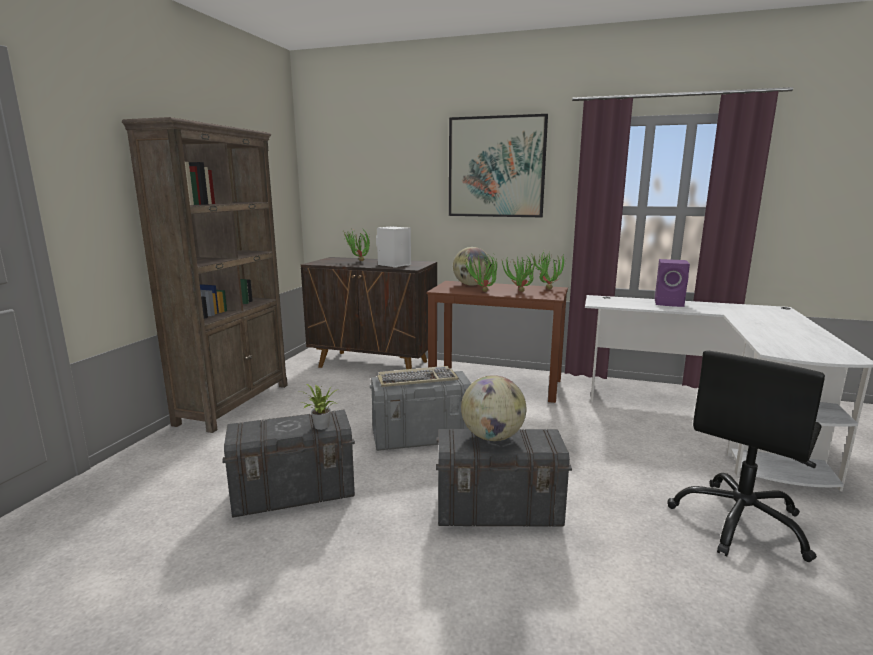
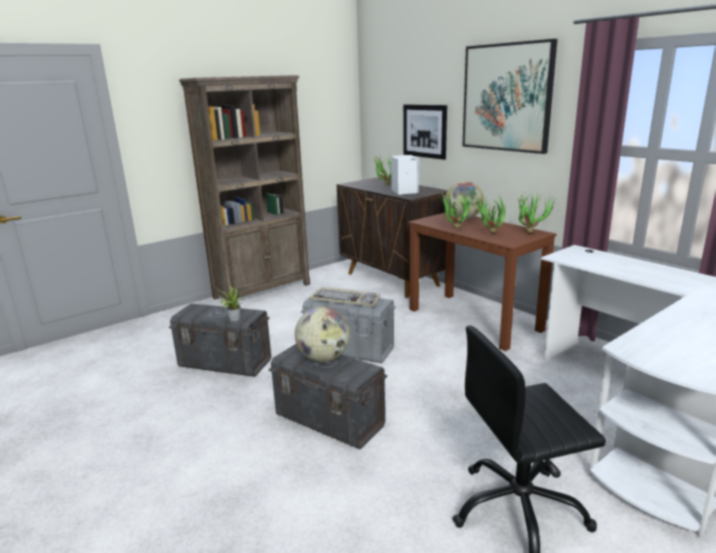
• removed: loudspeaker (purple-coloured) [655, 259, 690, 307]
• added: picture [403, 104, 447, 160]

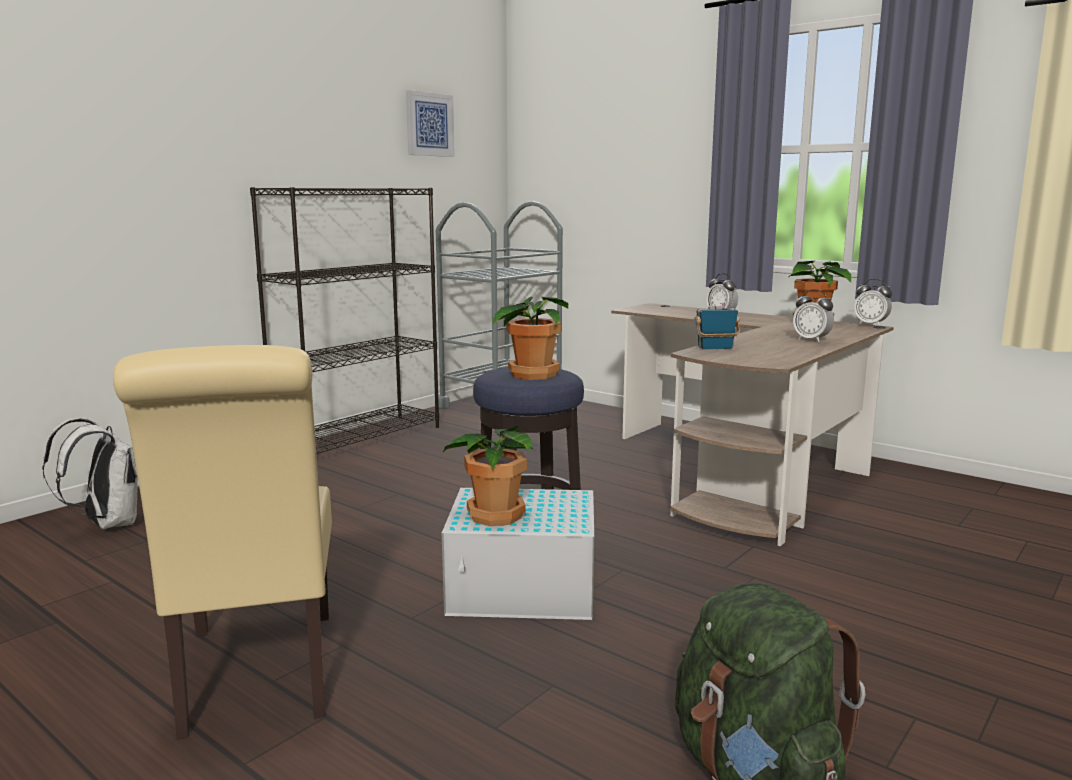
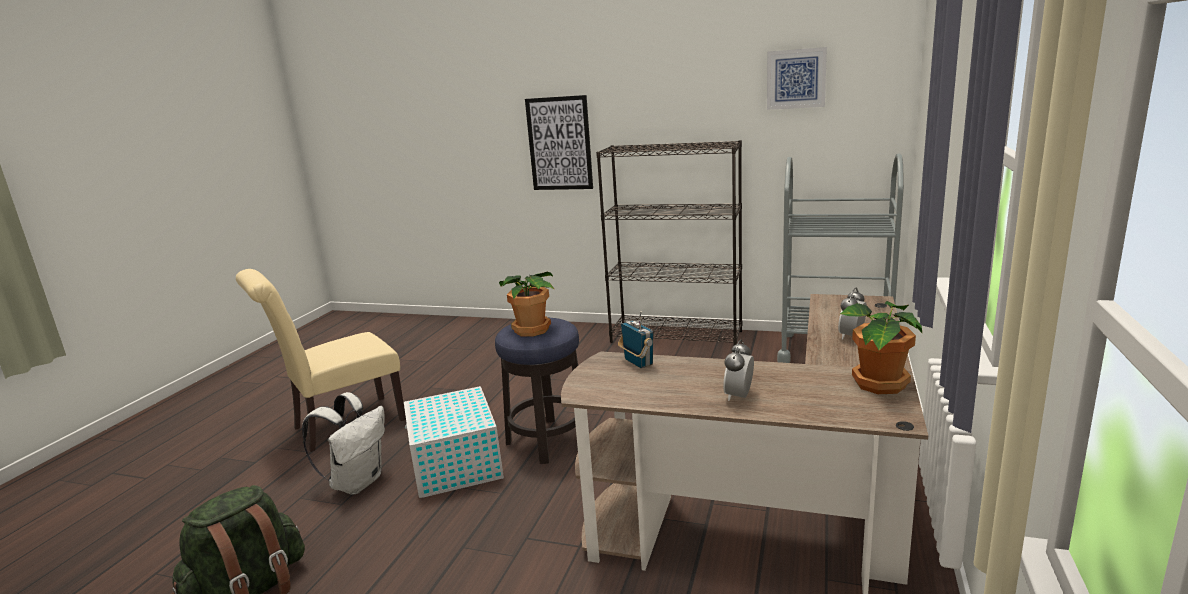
• moved: knapsack (white) [42, 418, 138, 529] to [302, 392, 385, 495]
• removed: plant in a pot [443, 425, 534, 526]
• removed: alarm clock [854, 279, 892, 326]
• added: picture [525, 95, 593, 190]

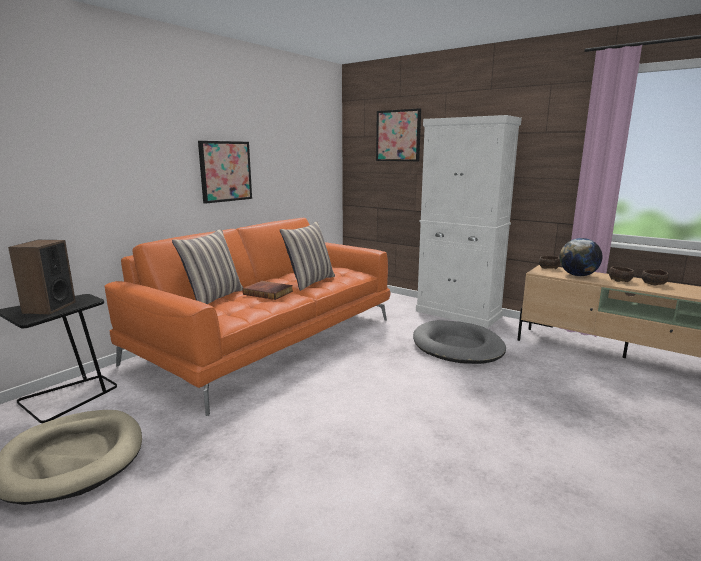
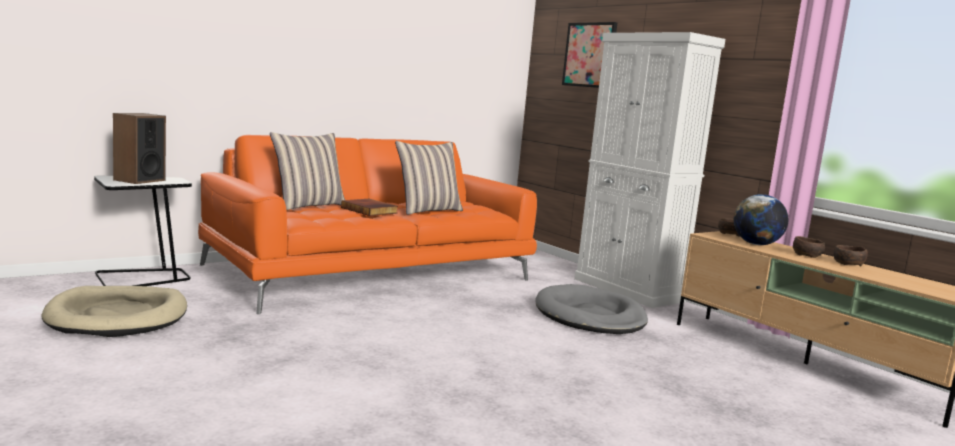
• removed: picture [198, 141, 252, 204]

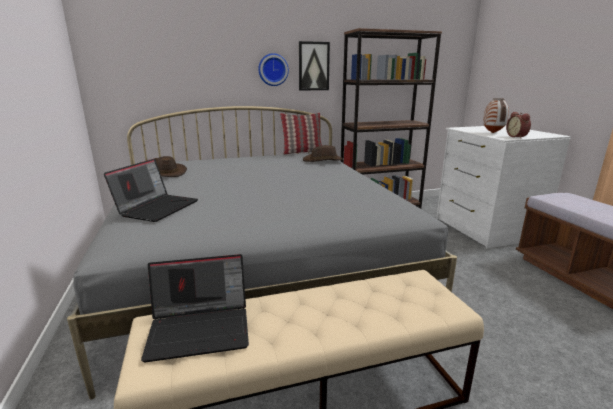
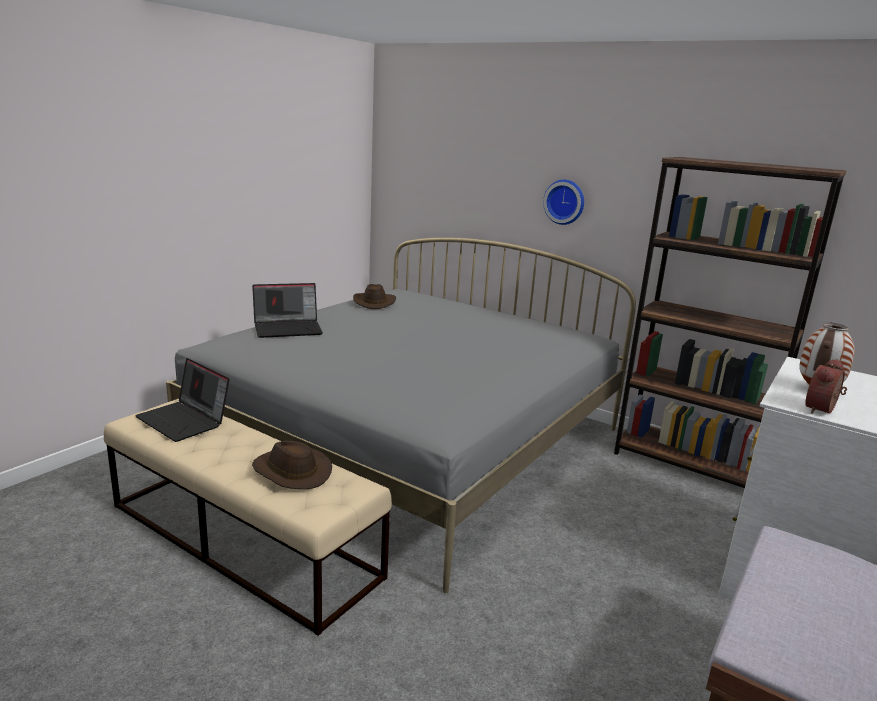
• removed: cushion [280, 113, 322, 155]
• removed: picture [299, 41, 330, 91]
• moved: hat (brown-coloured) [303, 145, 344, 162] to [252, 441, 332, 489]

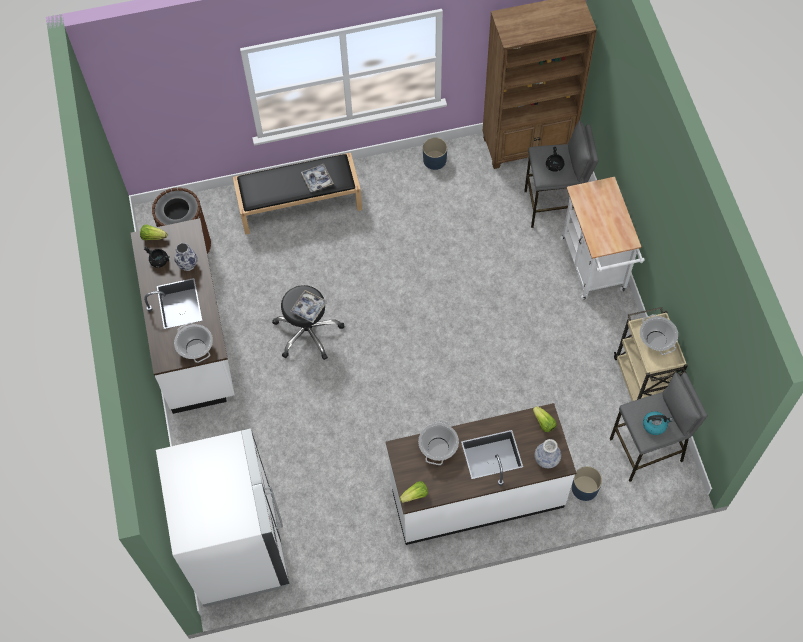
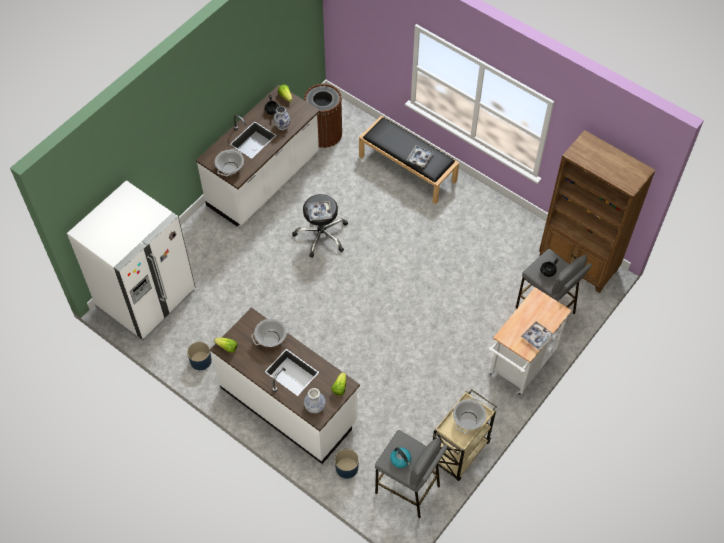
• moved: planter (blue) [423, 137, 447, 170] to [187, 342, 212, 370]
• added: serving tray [521, 321, 554, 350]

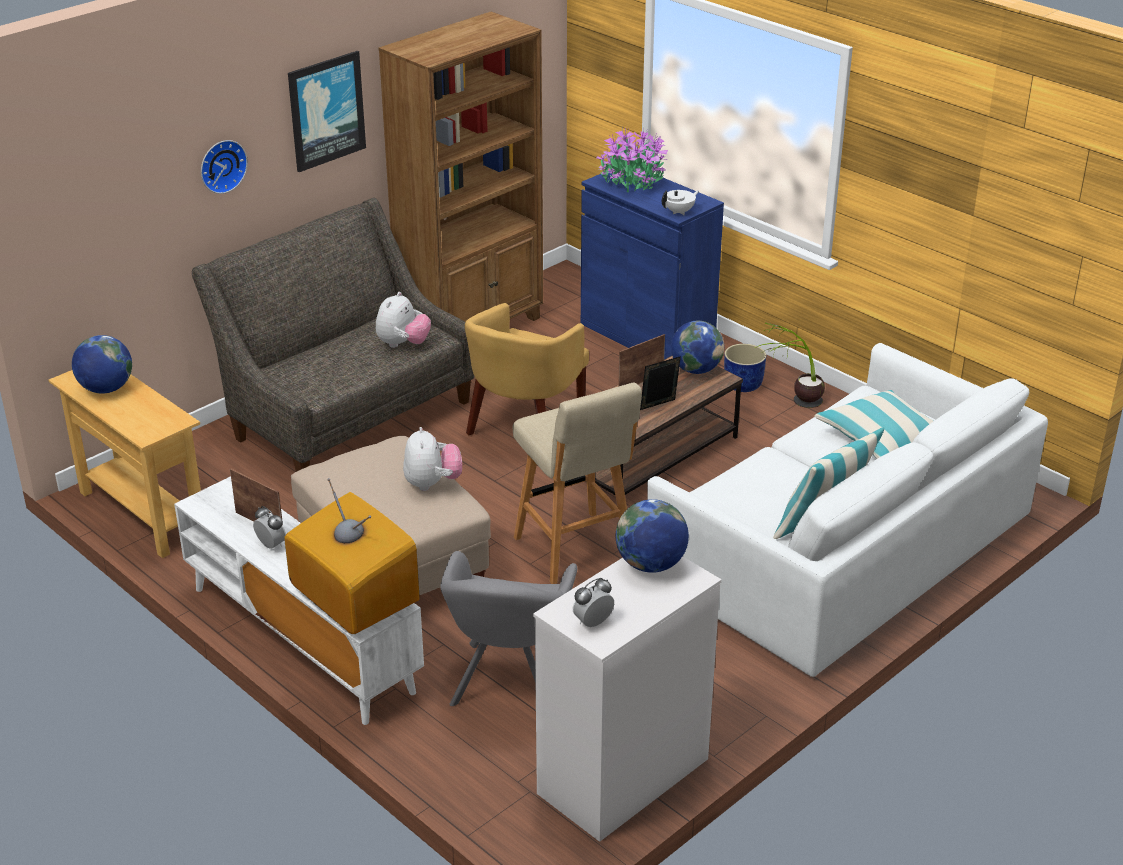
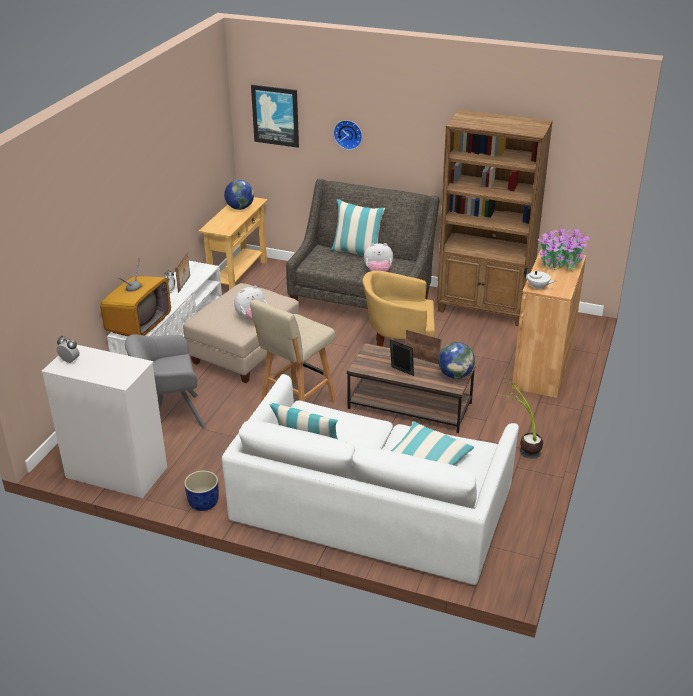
• moved: picture [288, 51, 366, 172] to [251, 85, 299, 148]
• recoloured: cupboard (blue) [581, 171, 724, 359] to cupboard (brown-coloured) [512, 248, 586, 398]
• removed: desk globe [616, 499, 689, 573]
• moved: planter (blue) [724, 344, 766, 392] to [184, 470, 219, 511]
• added: cushion [331, 199, 385, 256]

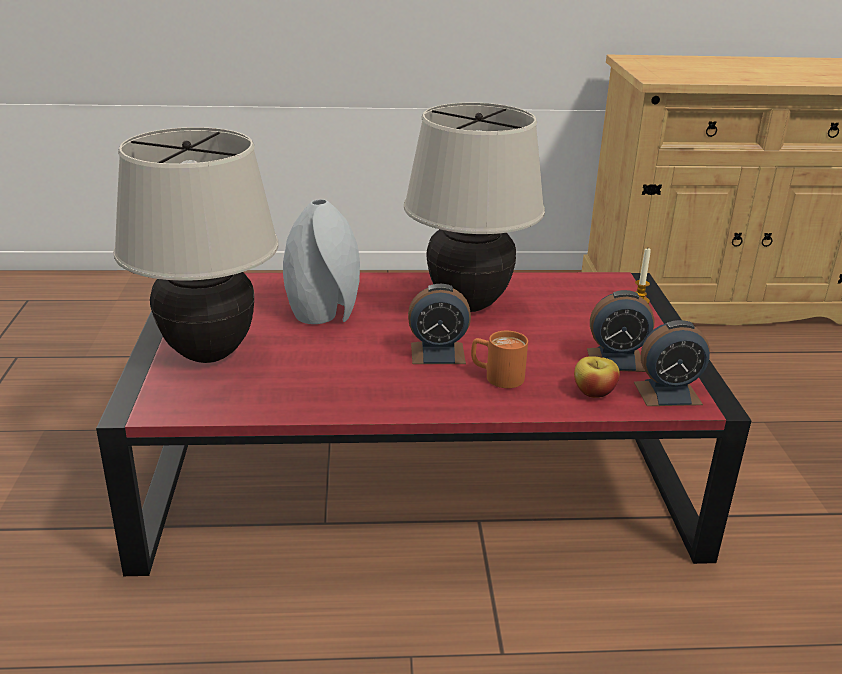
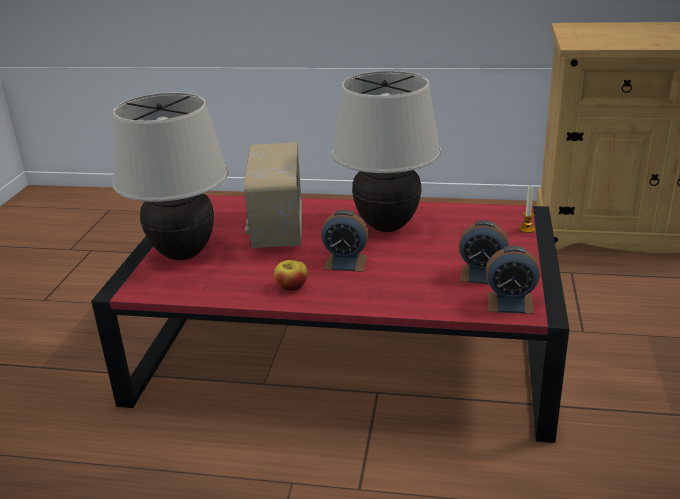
• replaced: vase (greyish) [283, 199, 360, 324] to radio receiver [244, 142, 302, 248]
• removed: mug (orange-coloured) [471, 331, 528, 388]
• moved: apple fruit [574, 356, 620, 398] to [274, 260, 308, 291]

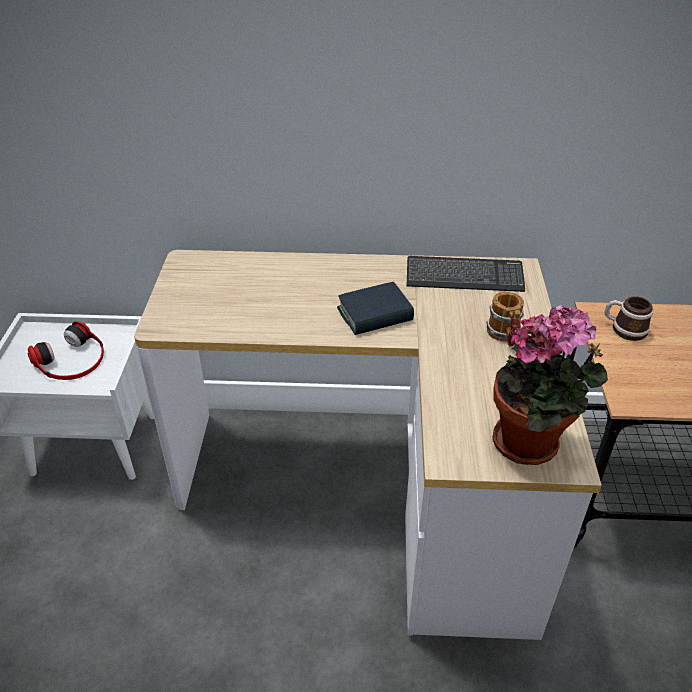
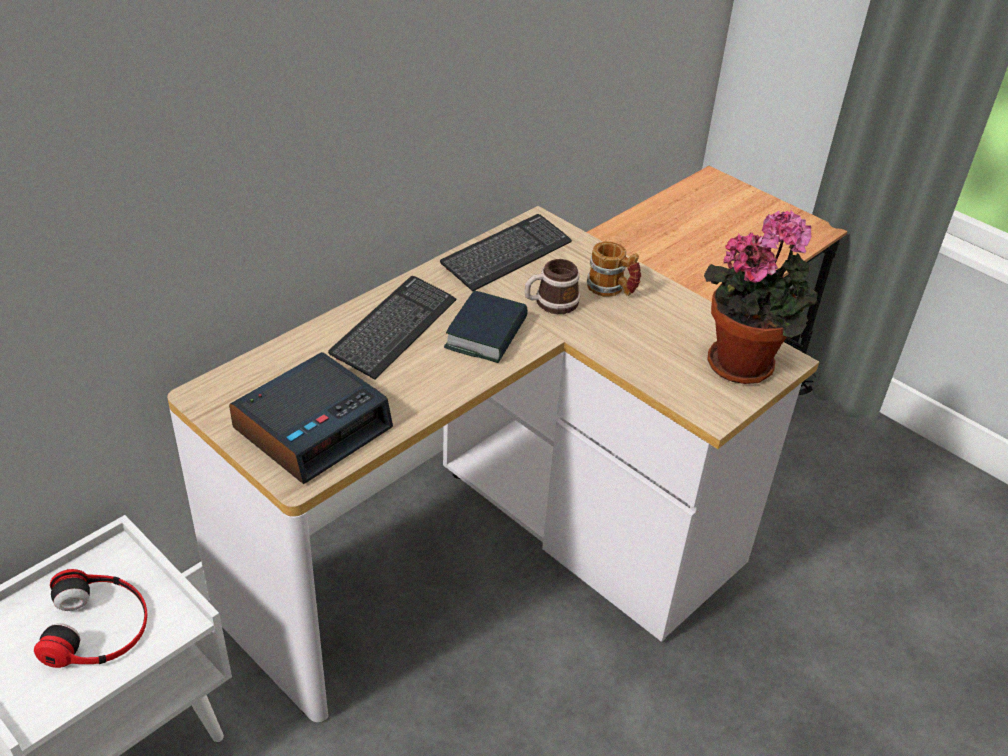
• moved: mug [605, 296, 653, 341] to [524, 259, 580, 314]
• added: alarm clock [229, 352, 393, 484]
• added: keyboard [328, 276, 456, 380]

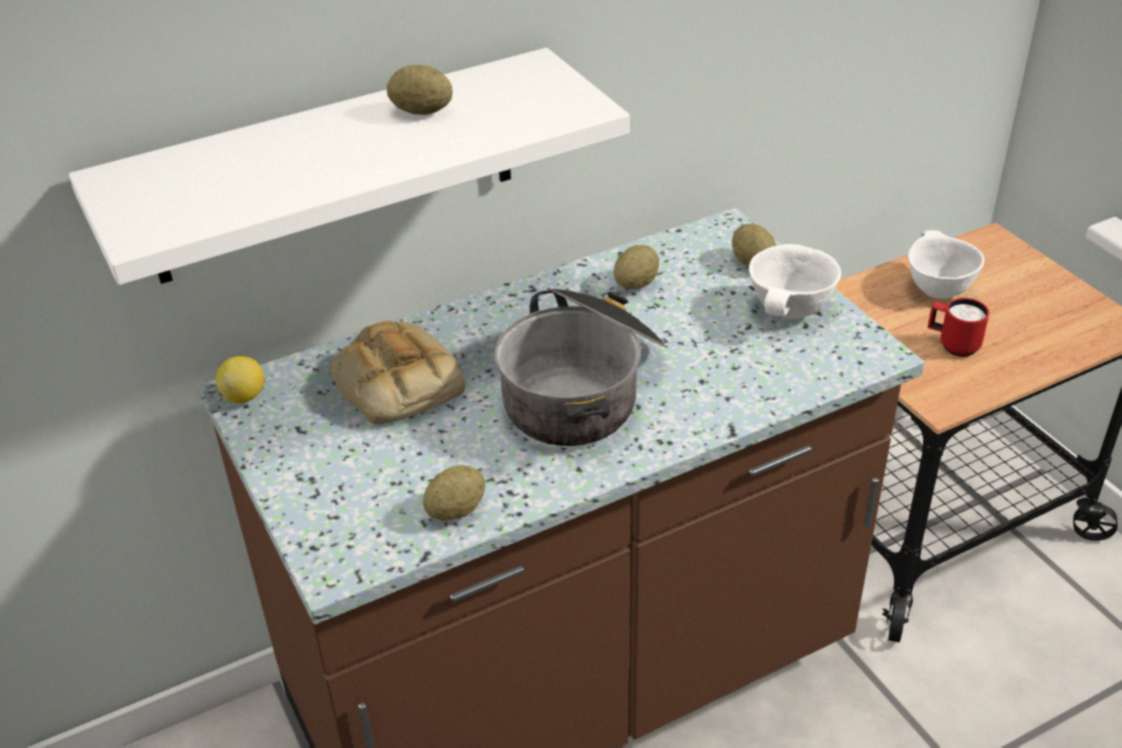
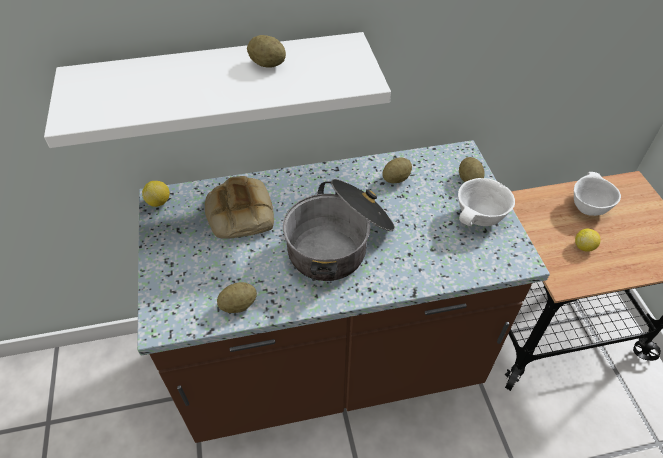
• replaced: mug (red-coloured) [928, 298, 989, 357] to whole lemon [575, 228, 601, 252]

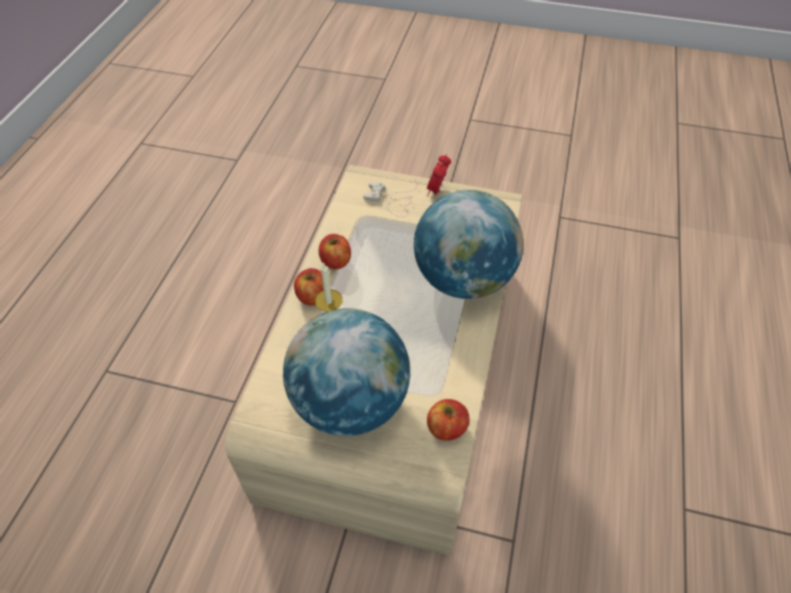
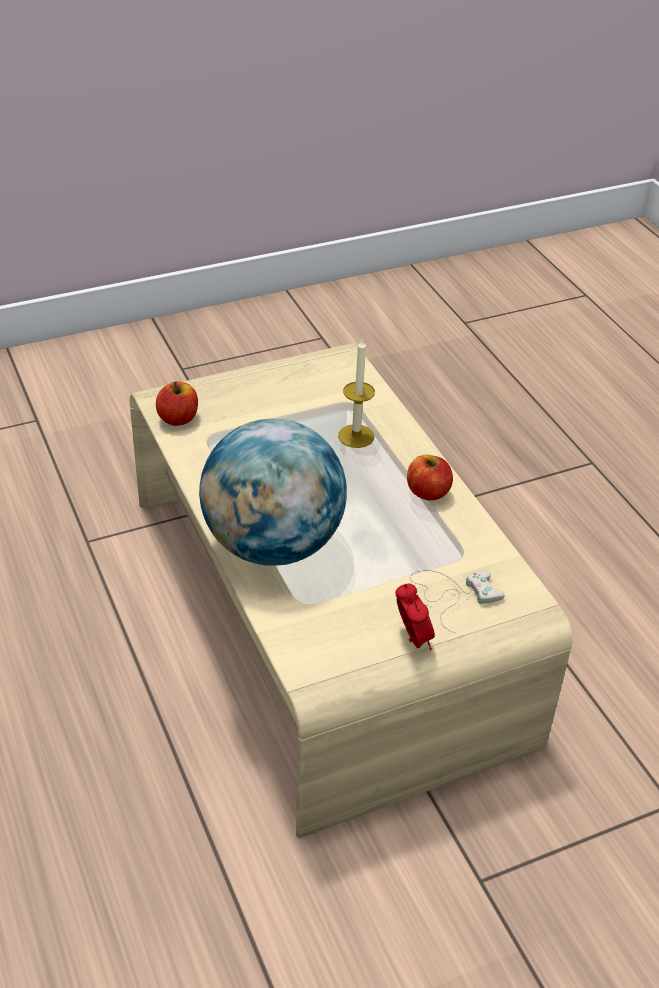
• removed: desk globe [283, 308, 410, 436]
• removed: apple fruit [294, 268, 324, 306]

